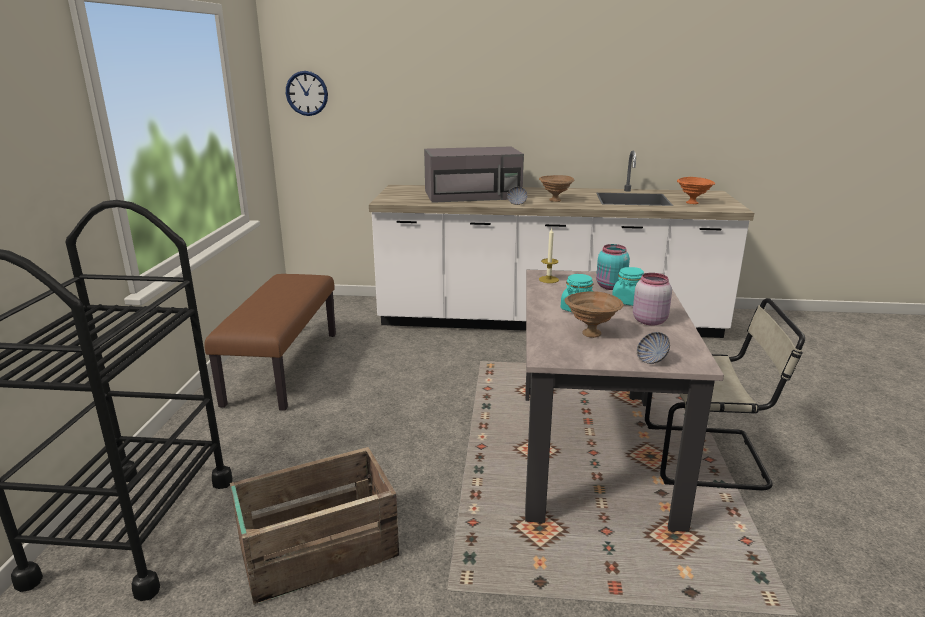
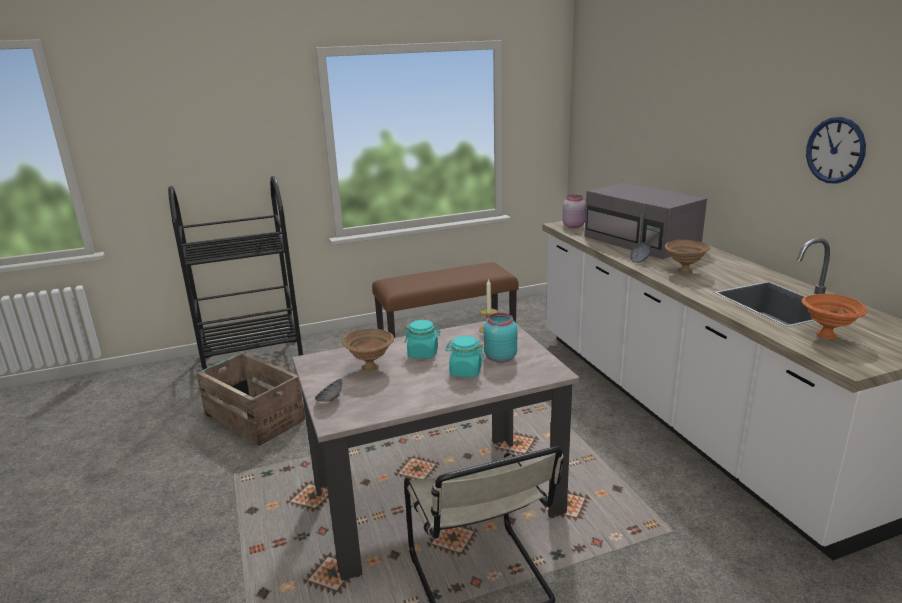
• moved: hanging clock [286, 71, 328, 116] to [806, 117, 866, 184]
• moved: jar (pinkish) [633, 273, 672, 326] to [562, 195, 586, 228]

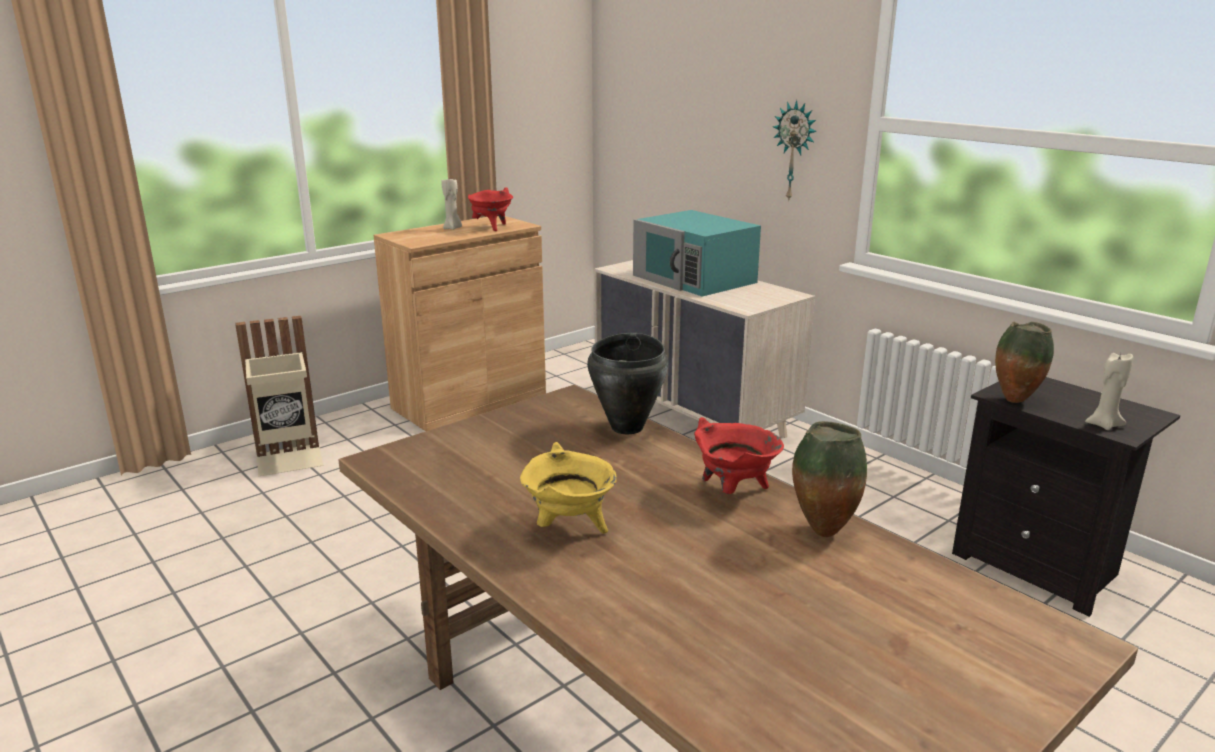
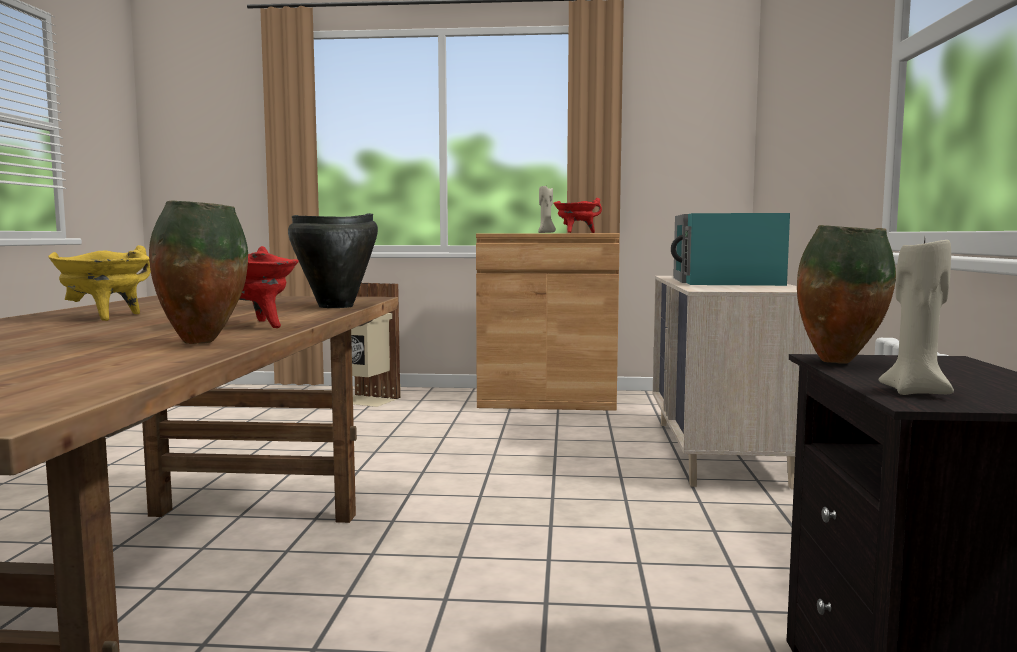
• removed: hanging clock [773, 100, 817, 202]

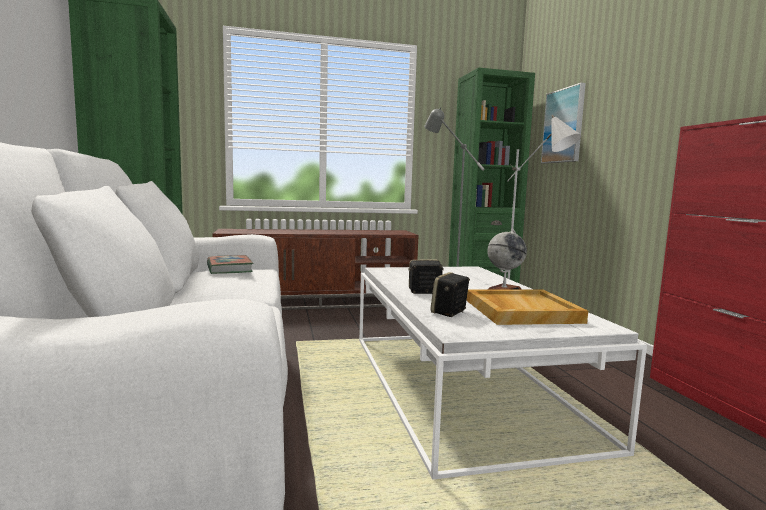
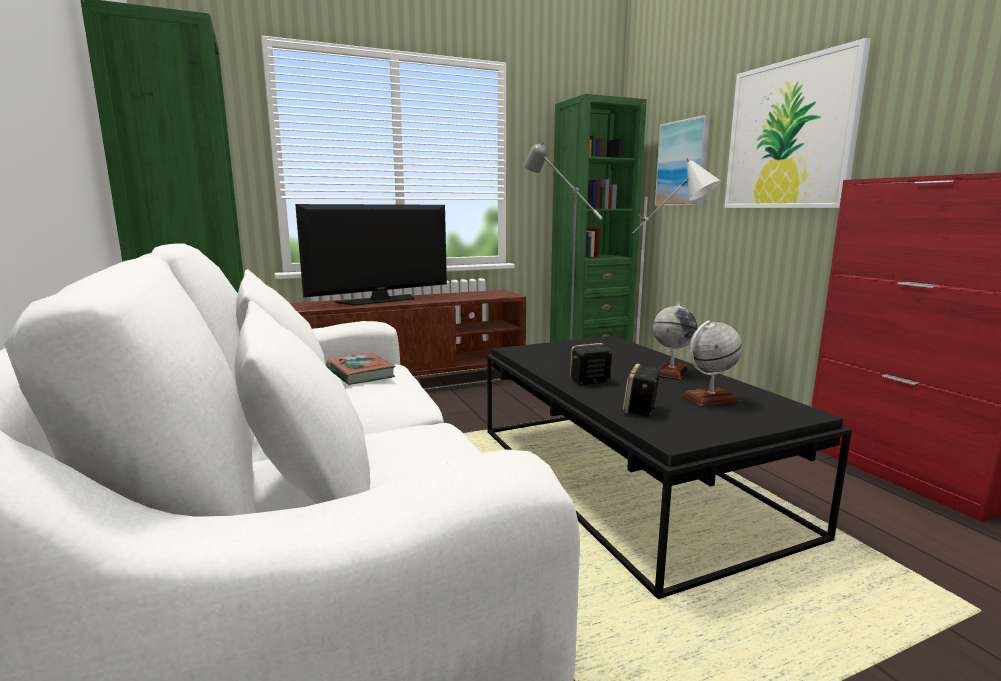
• recoloured: lounge table (white) [359, 266, 647, 479] to lounge table (black) [487, 336, 852, 599]
• replaced: serving tray (beige-coloured) [466, 289, 588, 325] to desk globe [682, 320, 743, 407]
• added: television [295, 204, 447, 306]
• added: picture [724, 38, 871, 208]

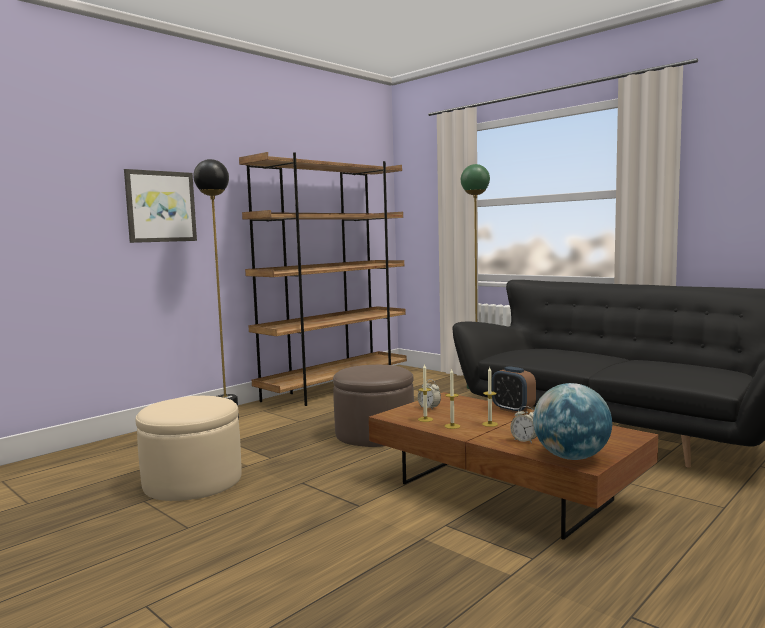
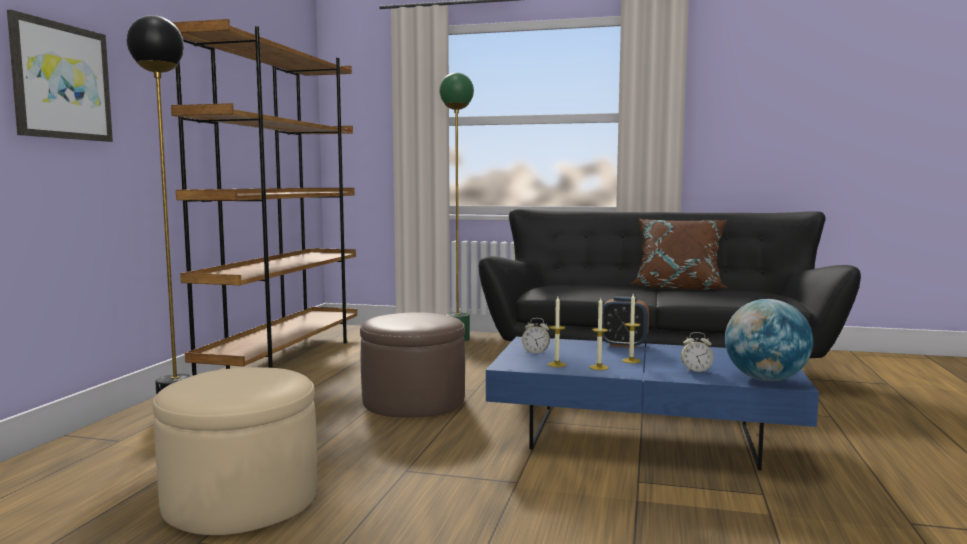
• recoloured: lounge table (brown-coloured) [369, 392, 658, 540] to lounge table (blue) [486, 337, 819, 470]
• added: cushion (brown-coloured) [629, 219, 728, 290]

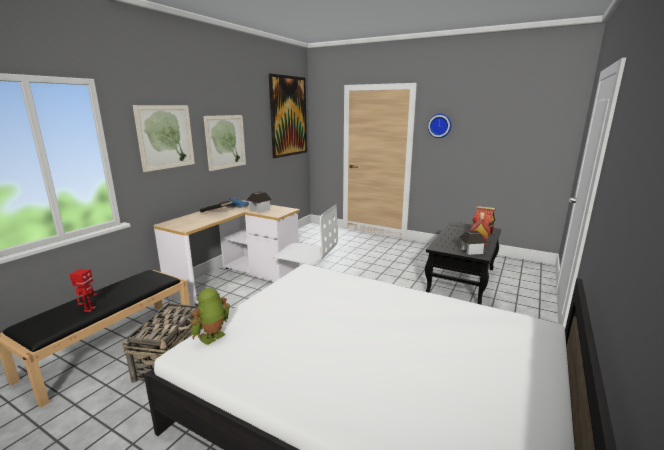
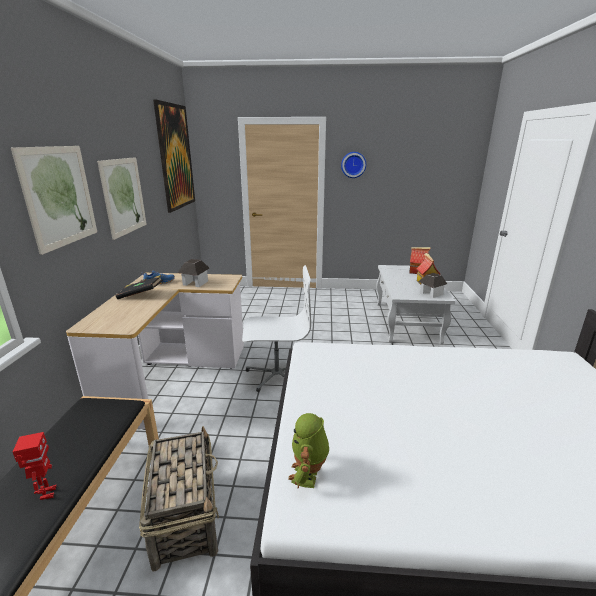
• recoloured: lounge table (black) [425, 222, 501, 304] to lounge table (white) [376, 265, 455, 345]

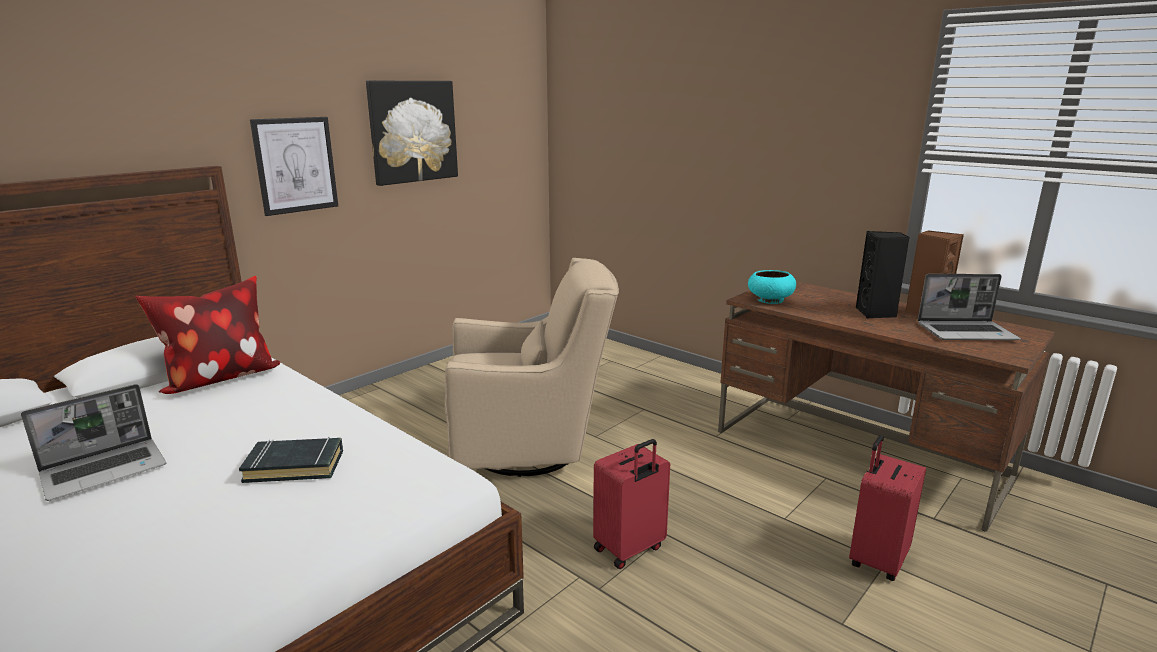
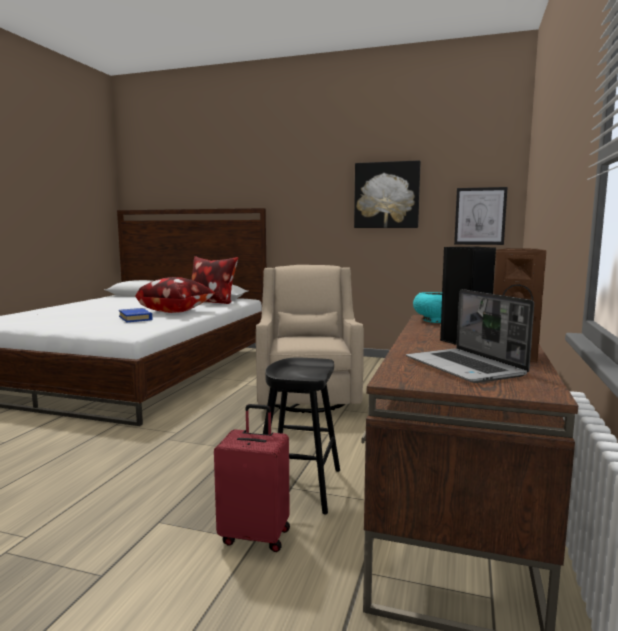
• removed: notebook computer [21, 384, 166, 501]
• recoloured: book (black) [239, 437, 343, 483] to book (blue) [119, 308, 152, 322]
• moved: picture [250, 117, 338, 216] to [454, 187, 508, 245]
• turned: easy chair (beige-coloured) [445, 258, 619, 477] = [256, 265, 364, 413] 150 degrees counterclockwise
• removed: suitcase (red-coloured) [593, 439, 670, 569]
• added: cushion [135, 277, 215, 313]
• added: stool (black) [263, 358, 340, 515]

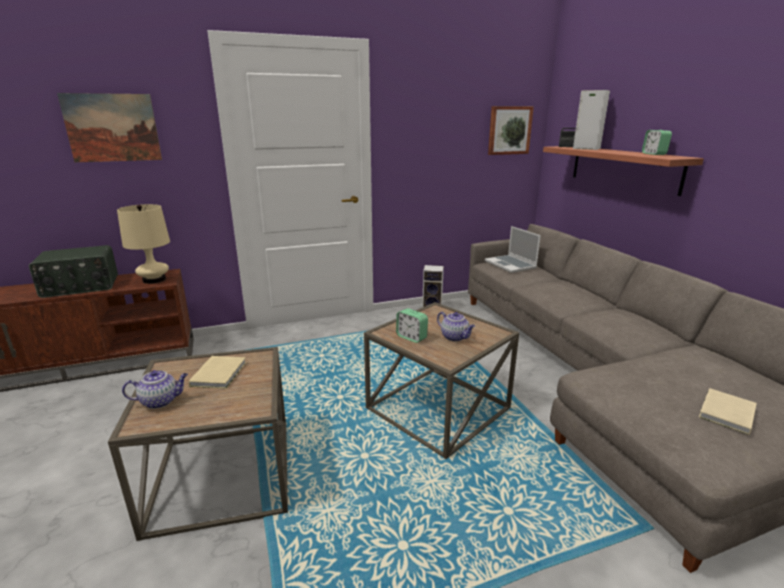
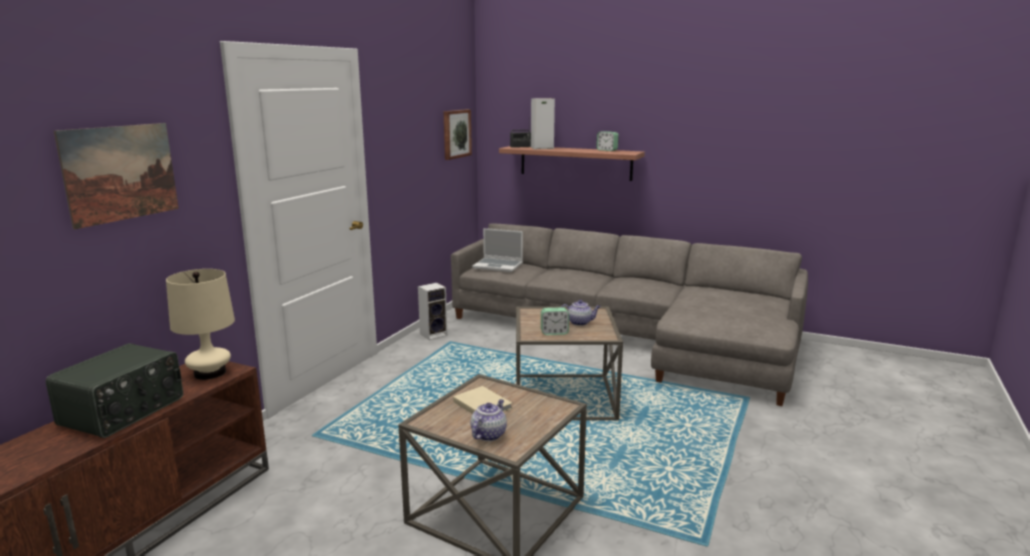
• removed: book (beige-coloured) [699, 388, 757, 435]

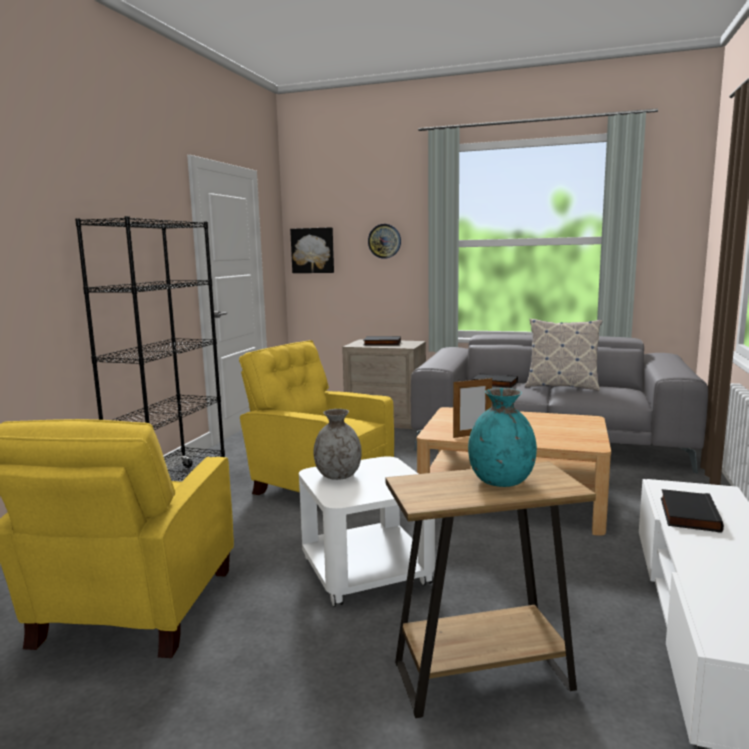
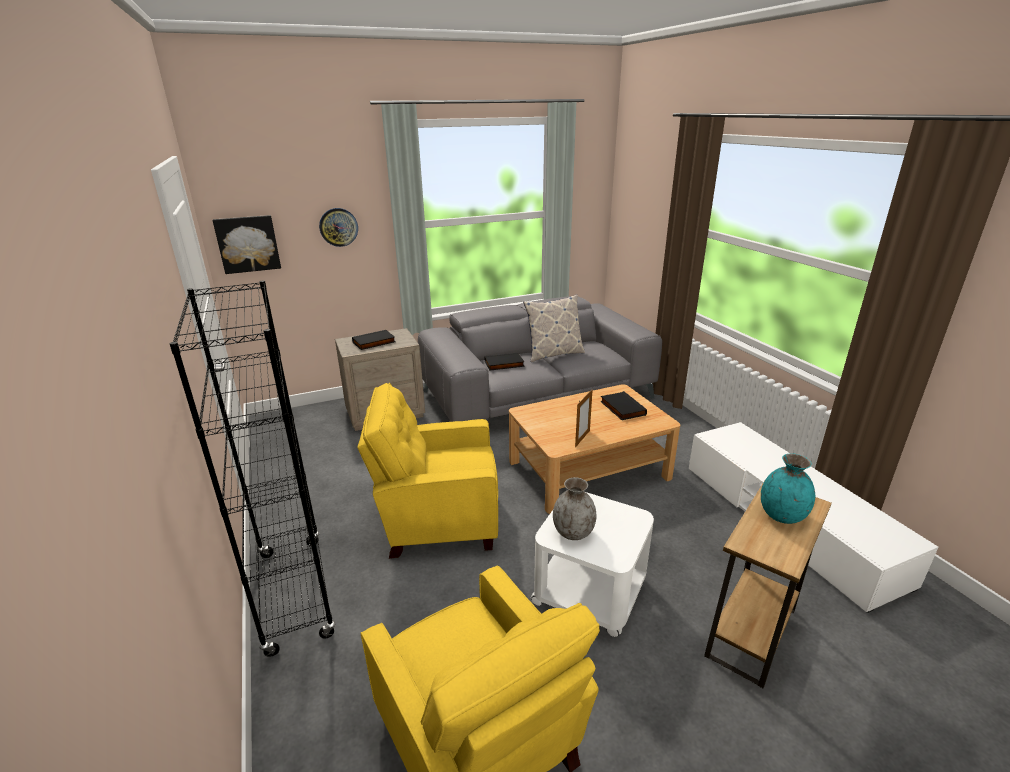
• moved: book (black) [661, 489, 724, 533] to [600, 391, 647, 420]

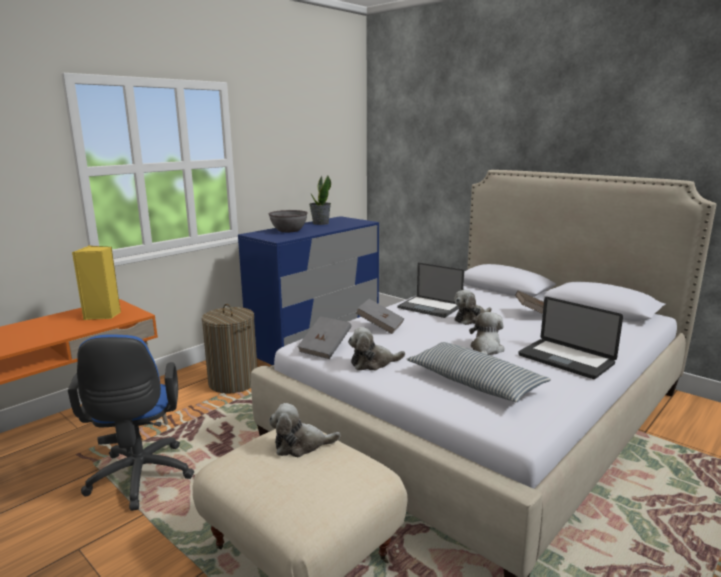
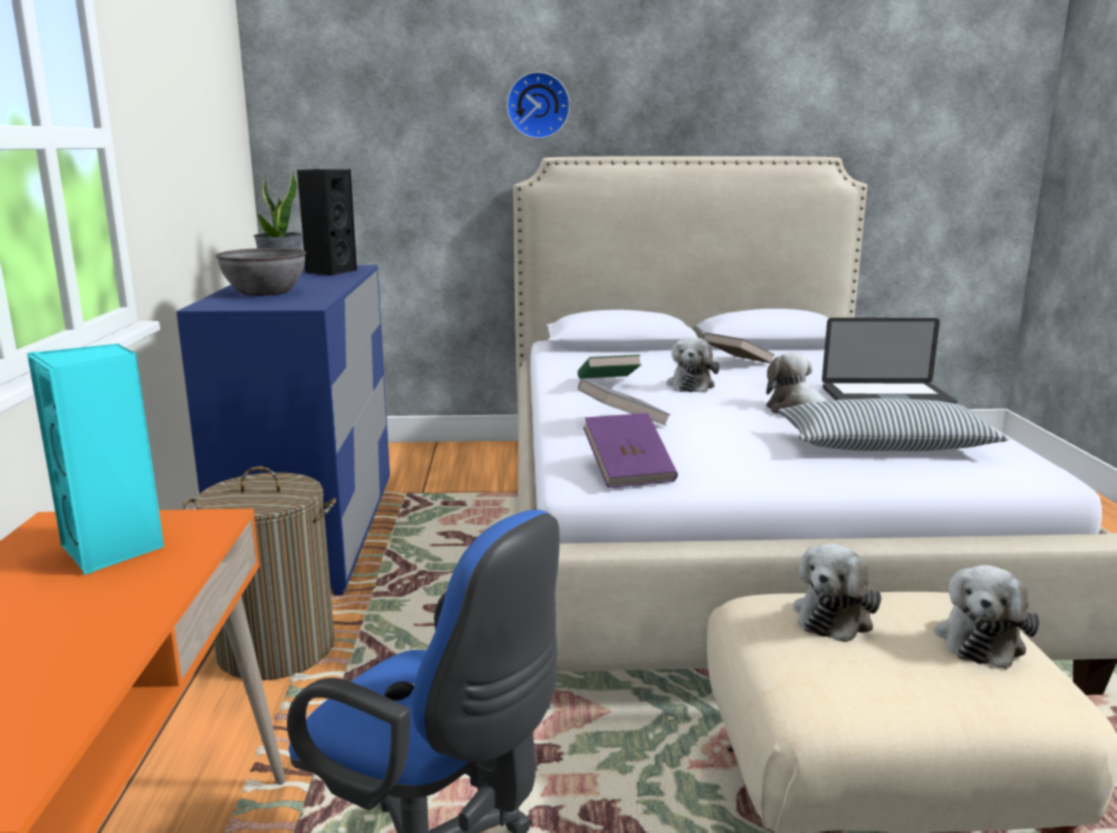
• recoloured: loudspeaker (yellow) [72, 245, 121, 320] to loudspeaker (turquoise-coloured) [27, 344, 164, 575]
• recoloured: book (greyish) [297, 316, 352, 359] to book (purple-coloured) [583, 413, 678, 488]
• moved: cuddly toy [348, 327, 405, 371] to [934, 565, 1039, 669]
• replaced: notebook computer [398, 262, 465, 318] to book (greenish) [578, 355, 641, 379]
• added: loudspeaker (black) [297, 169, 357, 276]
• added: hanging clock [506, 72, 570, 139]

